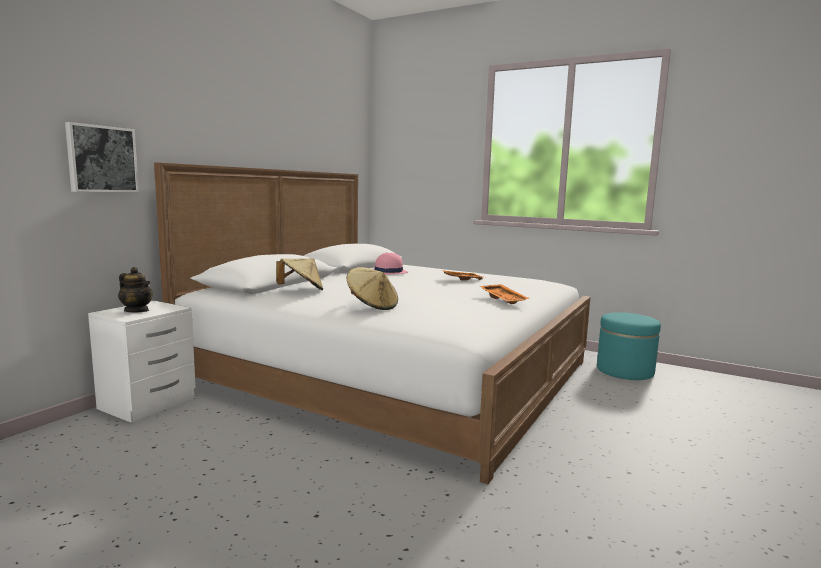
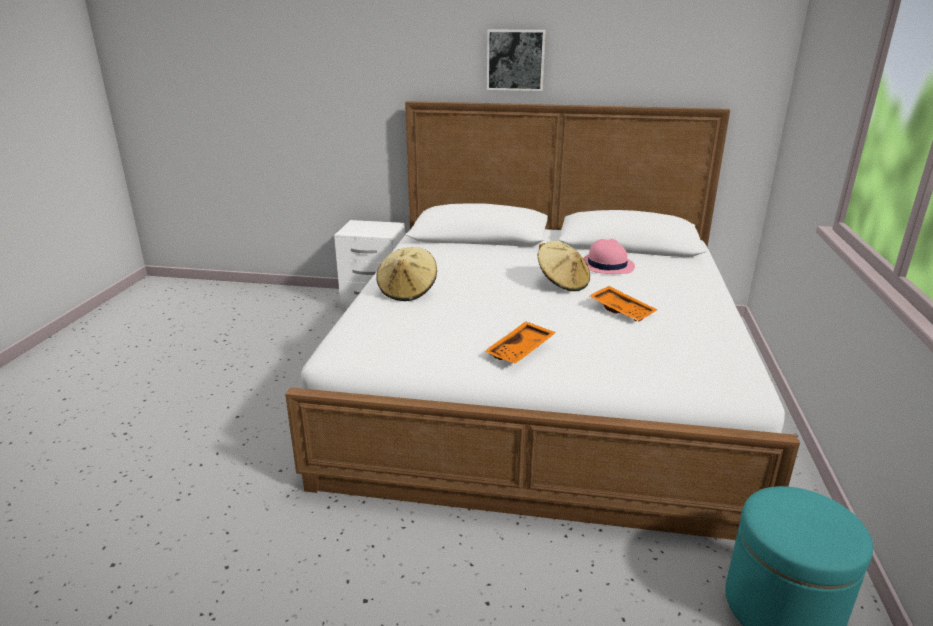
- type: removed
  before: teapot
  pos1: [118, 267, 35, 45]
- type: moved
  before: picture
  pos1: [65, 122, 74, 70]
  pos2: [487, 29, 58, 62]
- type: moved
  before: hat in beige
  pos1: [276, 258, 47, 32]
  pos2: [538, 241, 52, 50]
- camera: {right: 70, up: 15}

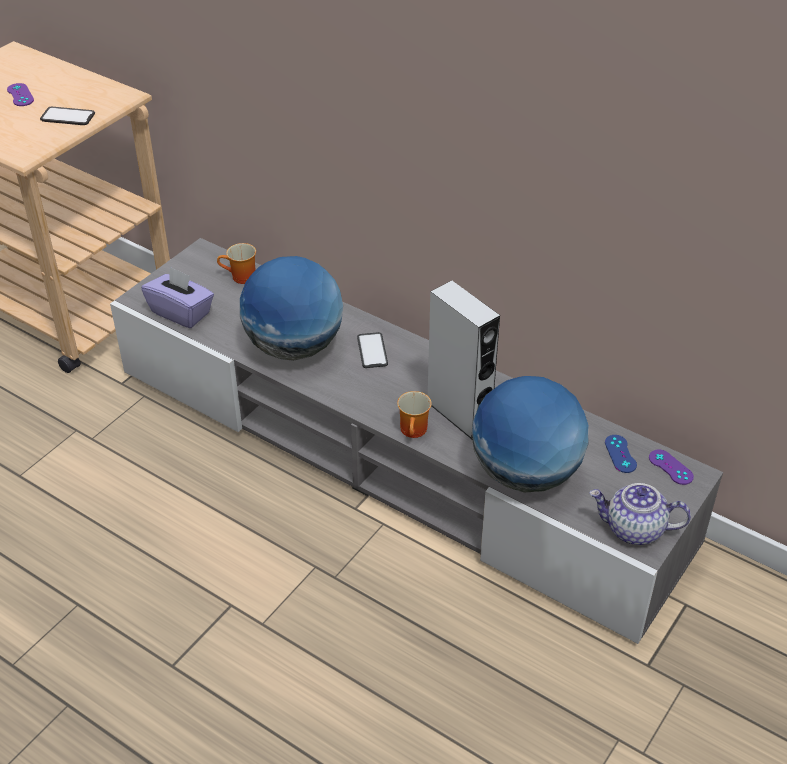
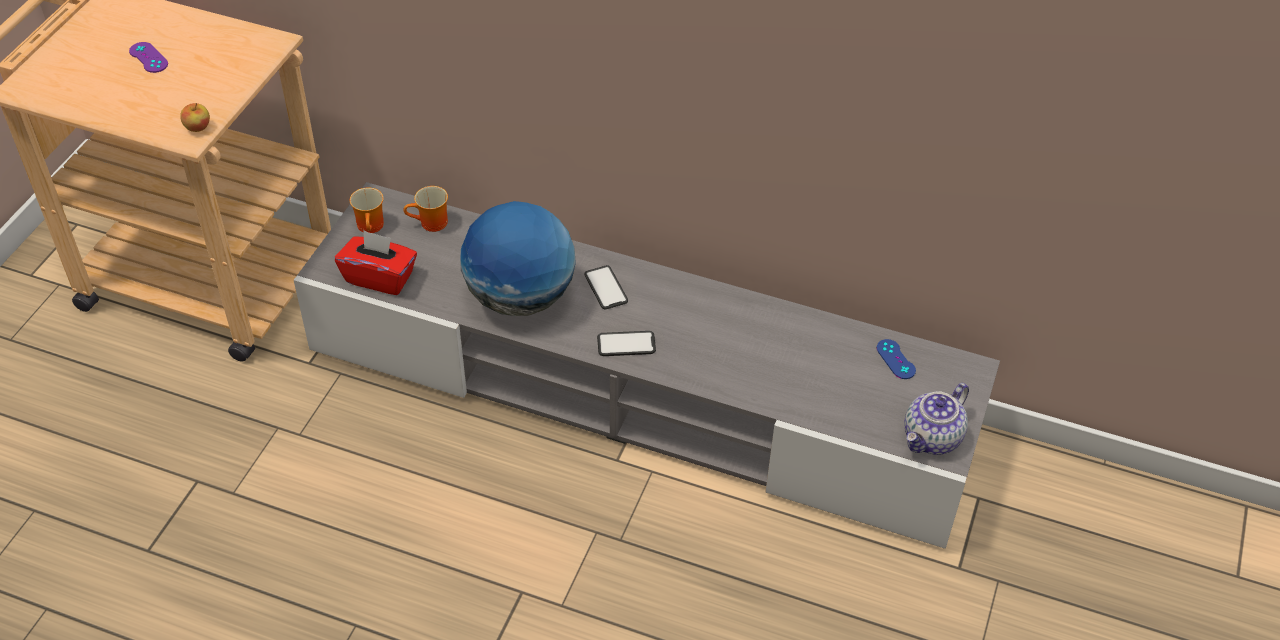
- type: removed
  before: speaker in grey
  pos1: [428, 280, 72, 159]
- type: removed
  before: globe
  pos1: [472, 376, 117, 117]
- type: removed
  before: game controller in purple
  pos1: [649, 450, 45, 35]
- type: added
  after: apple
  pos2: [180, 103, 30, 29]
- type: moved
  before: phone
  pos1: [40, 107, 55, 18]
  pos2: [597, 331, 59, 25]
- type: moved
  before: mug
  pos1: [397, 391, 35, 47]
  pos2: [350, 188, 34, 45]
- type: recoloured
  before: tissue box in purple
  after: tissue box in red
  pos1: [141, 266, 73, 62]
  pos2: [335, 230, 82, 65]
- type: turned
  before: teapot
  pos1: [589, 483, 102, 62]
  pos2: [904, 383, 65, 72]
  turn: -45
- camera: {right: -15, up: 5}

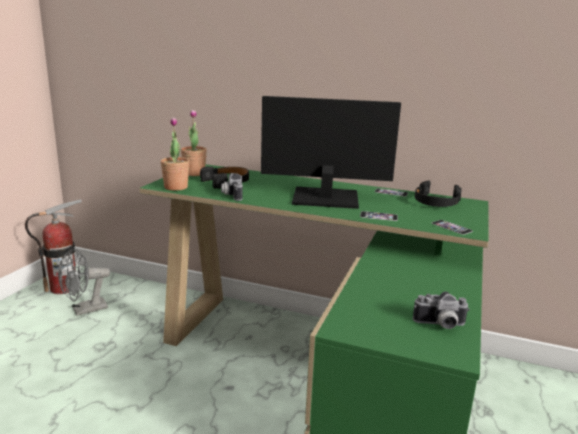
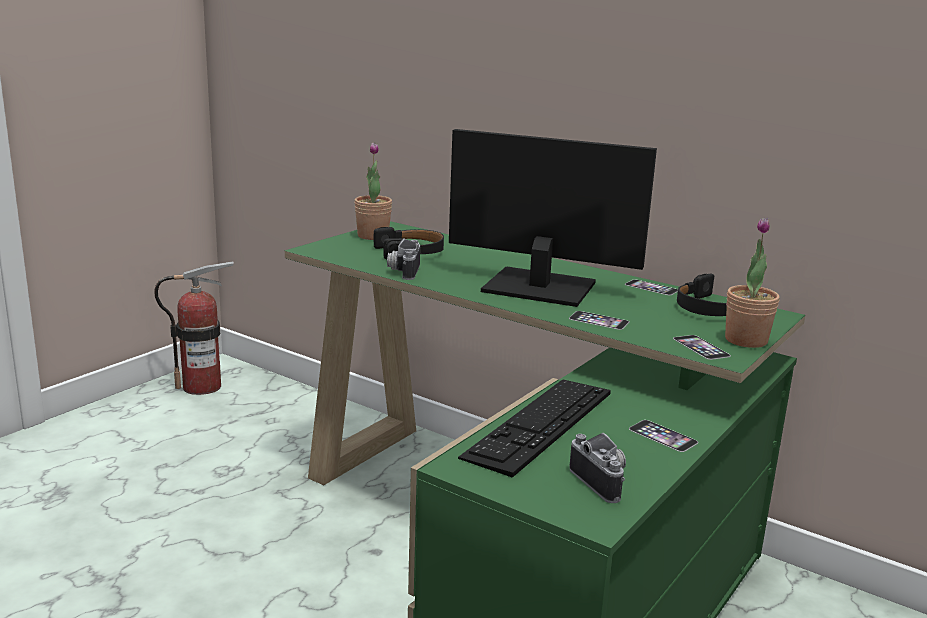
- type: removed
  before: fan in grey
  pos1: [58, 247, 52, 69]
- type: added
  after: keyboard
  pos2: [458, 379, 153, 99]
- type: added
  after: phone
  pos2: [629, 420, 69, 32]
- type: moved
  before: potted plant
  pos1: [161, 117, 28, 74]
  pos2: [725, 218, 55, 130]
- type: turned
  before: photo camera
  pos1: [413, 292, 57, 37]
  pos2: [569, 433, 57, 70]
  turn: -135
- camera: {right: 15, up: 0}

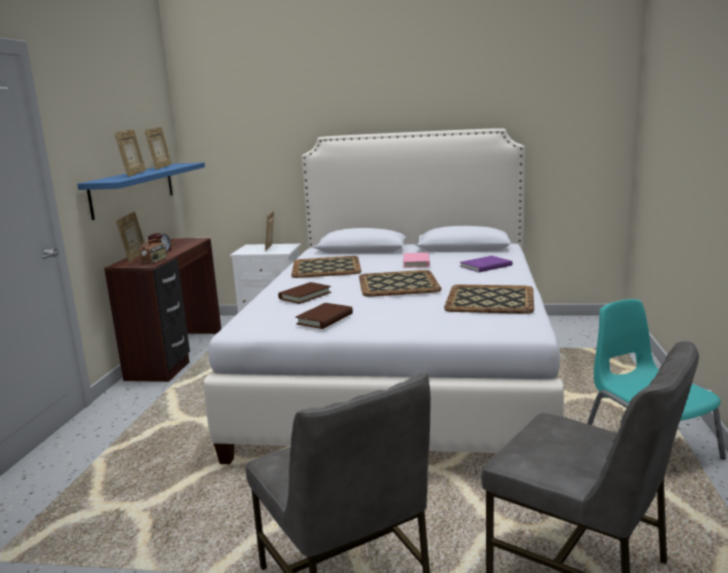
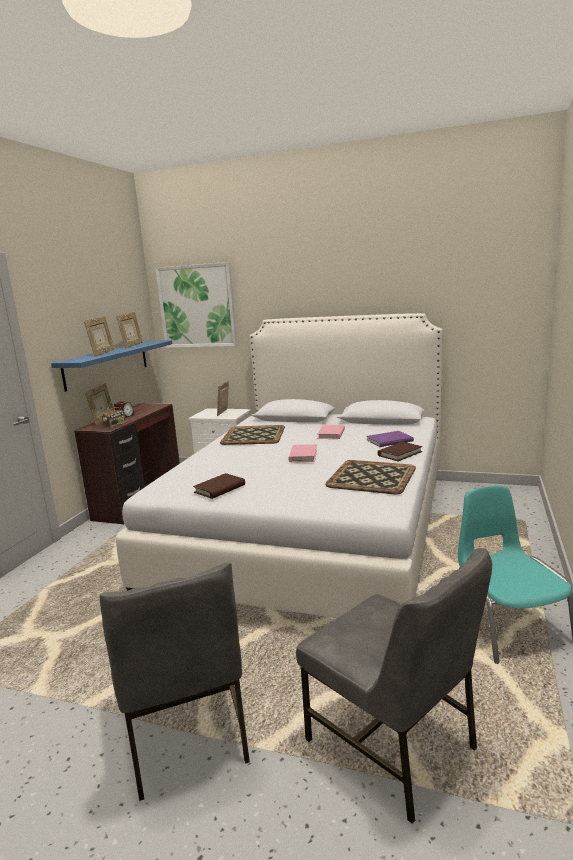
- type: added
  after: picture
  pos2: [155, 262, 82, 86]
- type: moved
  before: book in brown
  pos1: [278, 282, 53, 22]
  pos2: [378, 442, 44, 19]
- type: replaced
  before: tray
  after: book in pink
  pos1: [359, 270, 83, 27]
  pos2: [288, 444, 29, 18]
- camera: {right: 10, up: 0}

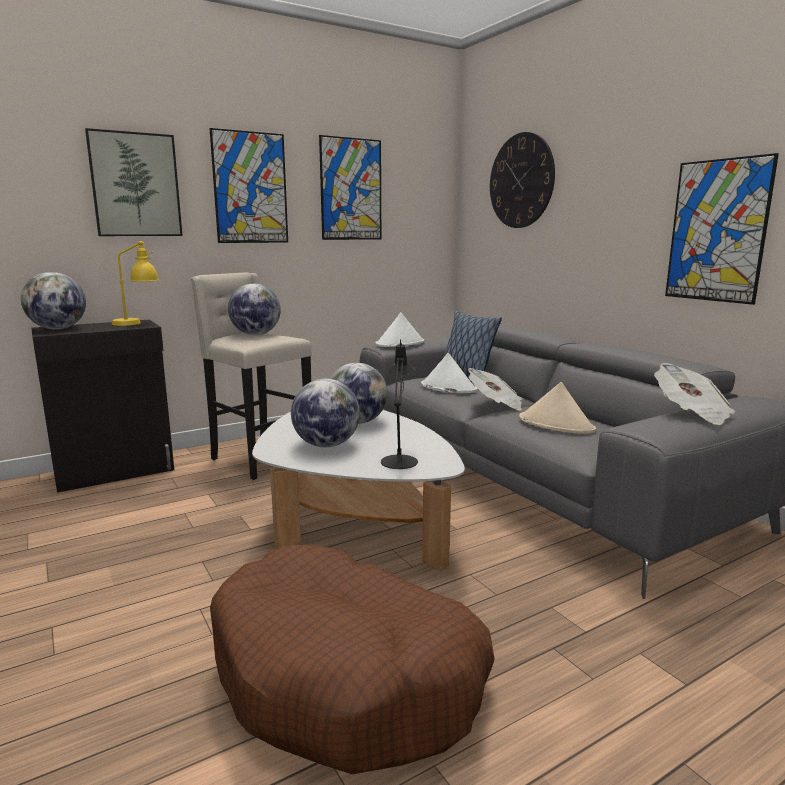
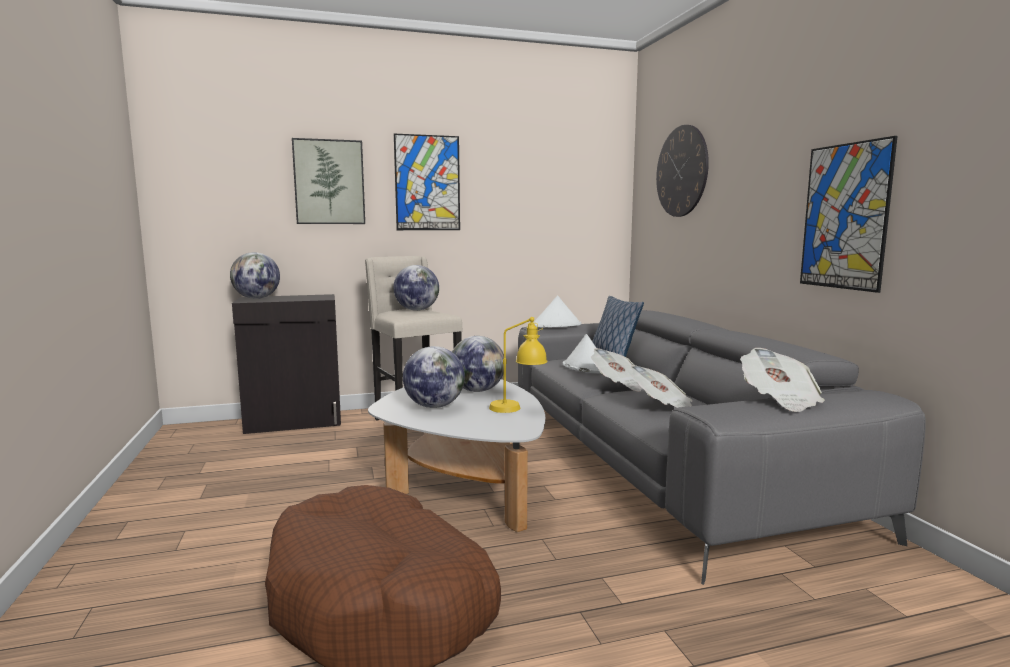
- type: removed
  before: picture
  pos1: [319, 135, 62, 105]
- type: removed
  before: table lamp in black
  pos1: [381, 339, 37, 130]
- type: moved
  before: table lamp in yellow
  pos1: [112, 241, 47, 85]
  pos2: [489, 317, 58, 96]
- type: replaced
  before: hat in beige
  after: newspaper
  pos1: [519, 382, 77, 52]
  pos2: [631, 365, 61, 43]
- camera: {right: 15, up: -5}

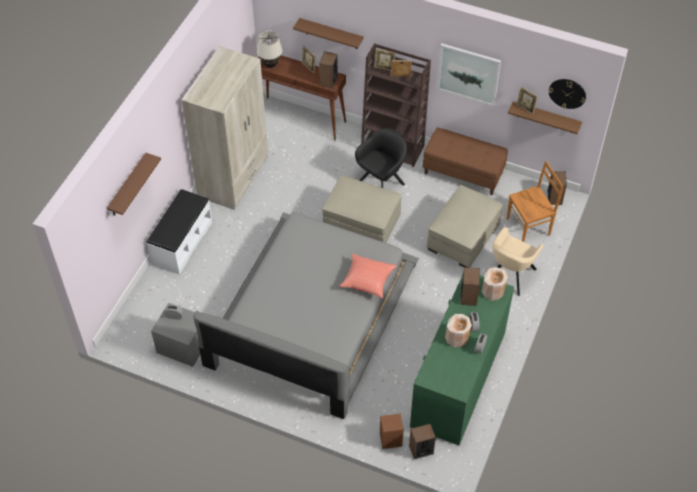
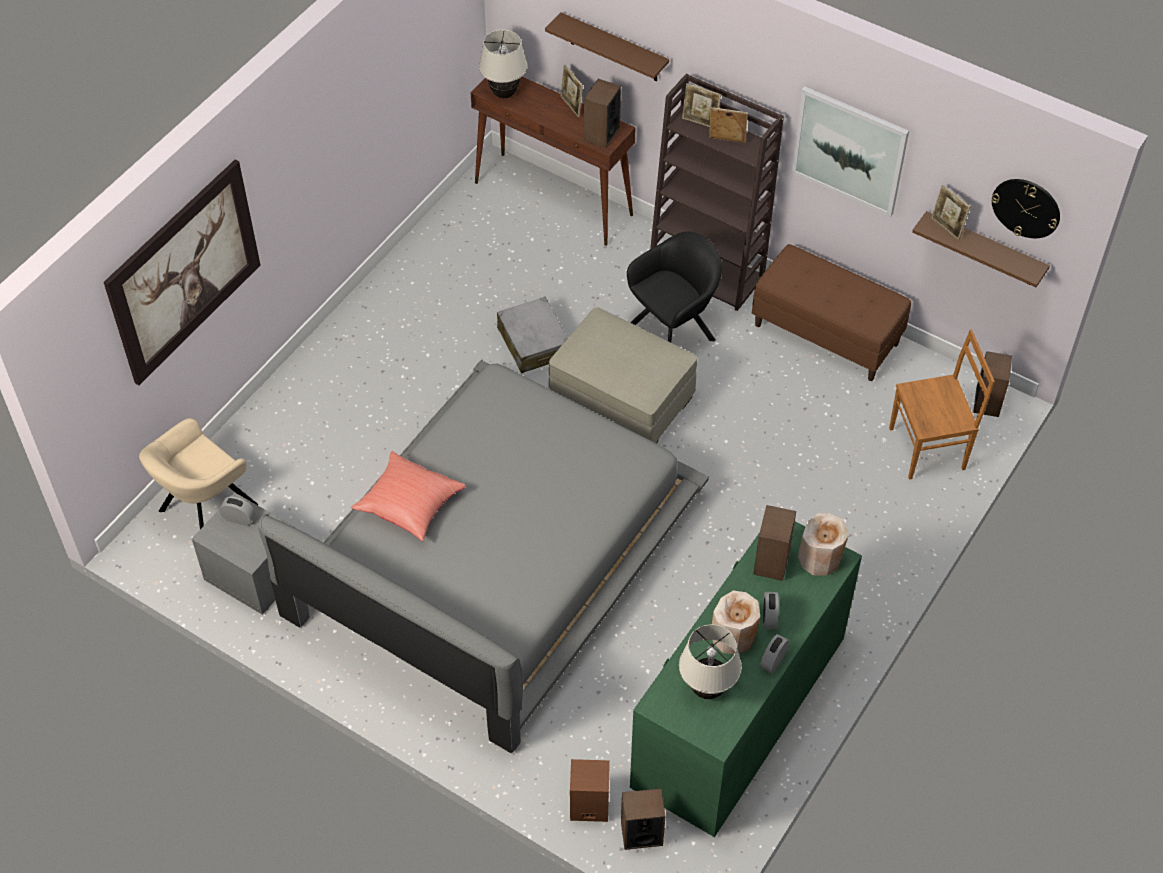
- type: removed
  before: bench in white
  pos1: [146, 189, 66, 86]
- type: removed
  before: wardrobe in beige
  pos1: [181, 46, 87, 164]
- type: removed
  before: ottoman in beige
  pos1: [427, 185, 76, 83]
- type: added
  after: suitcase in grey
  pos2: [497, 297, 70, 76]
- type: added
  after: table lamp in beige
  pos2: [679, 624, 63, 75]
- type: moved
  before: pillow in red
  pos1: [339, 253, 58, 45]
  pos2: [351, 451, 115, 90]
- type: moved
  before: armchair in beige
  pos1: [492, 227, 52, 69]
  pos2: [139, 418, 119, 111]
- type: replaced
  before: shelf in brown
  after: picture
  pos1: [107, 153, 54, 63]
  pos2: [104, 160, 156, 225]
- camera: {right: 10, up: 0}

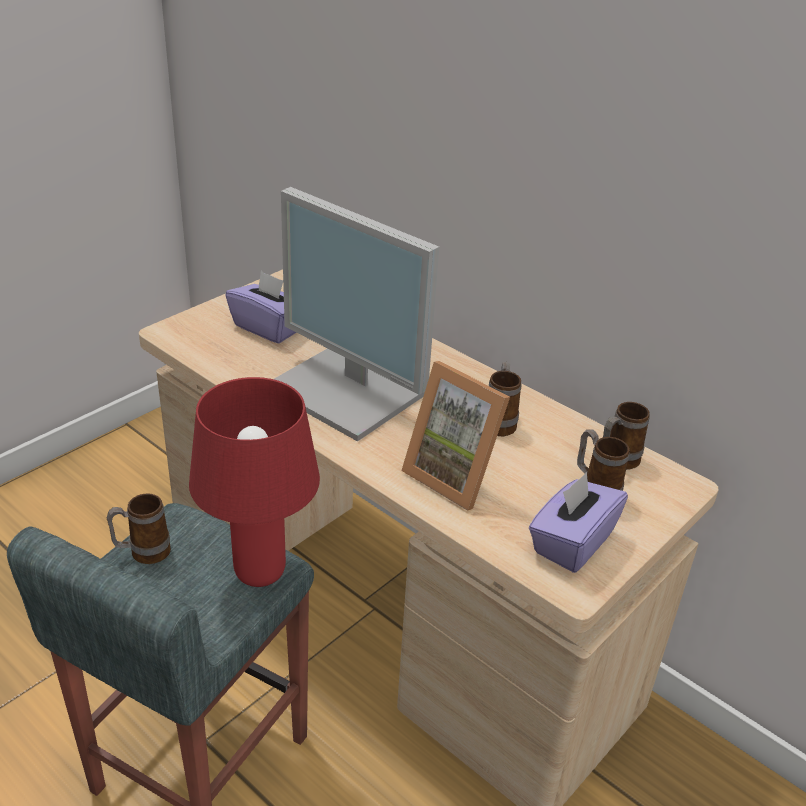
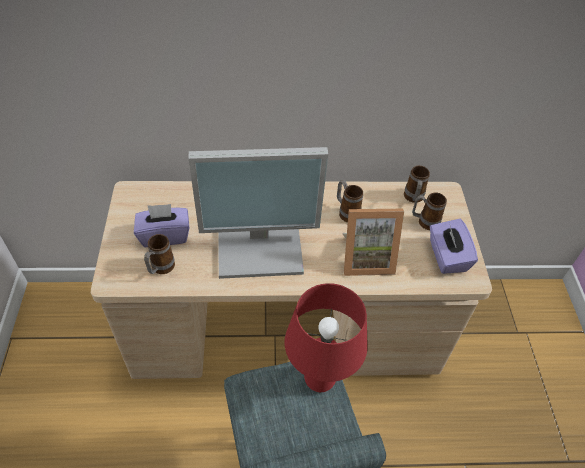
- type: moved
  before: mug
  pos1: [107, 493, 64, 71]
  pos2: [144, 234, 31, 40]
- camera: {right: -45, up: 15}

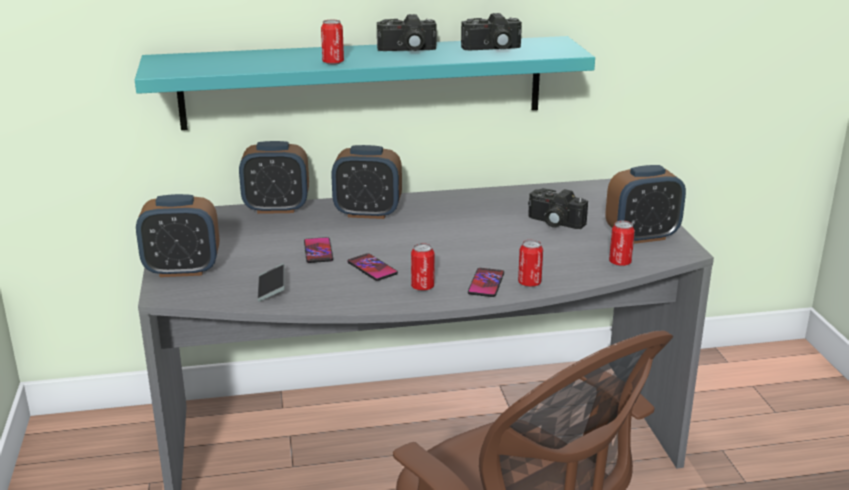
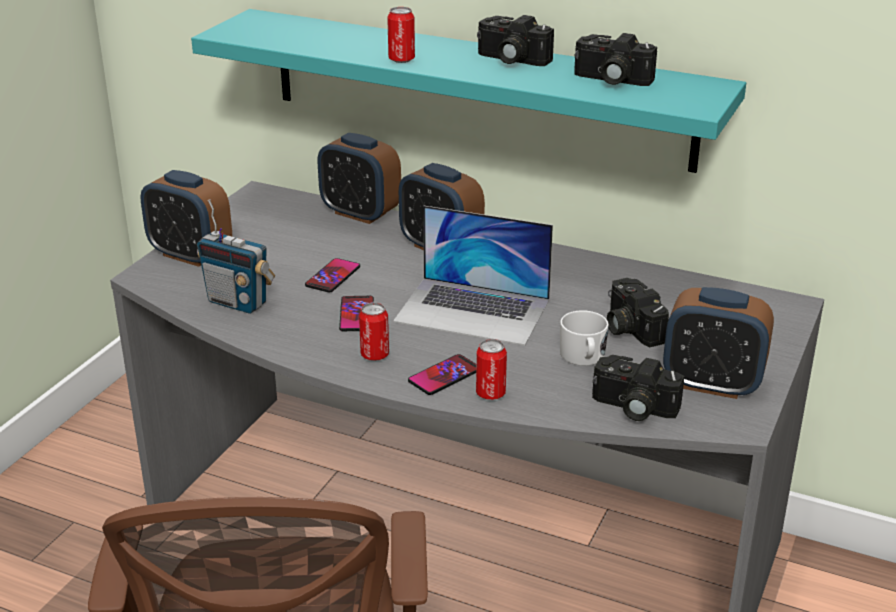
- type: added
  after: laptop
  pos2: [393, 205, 160, 141]
- type: added
  after: mug in white
  pos2: [560, 310, 49, 56]
- type: replaced
  before: phone
  after: radio
  pos1: [257, 263, 28, 39]
  pos2: [197, 199, 78, 115]
- type: replaced
  before: can
  after: photo camera
  pos1: [609, 221, 26, 45]
  pos2: [592, 355, 92, 66]
- camera: {right: 35, up: 5}

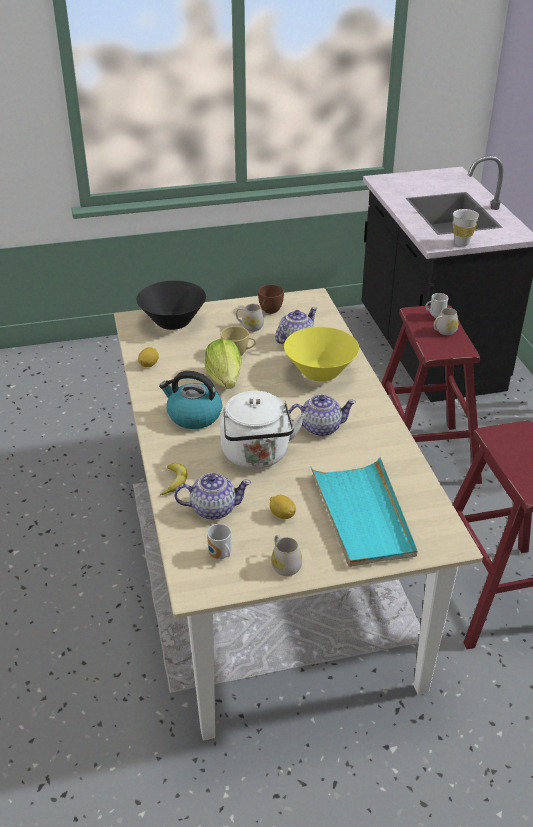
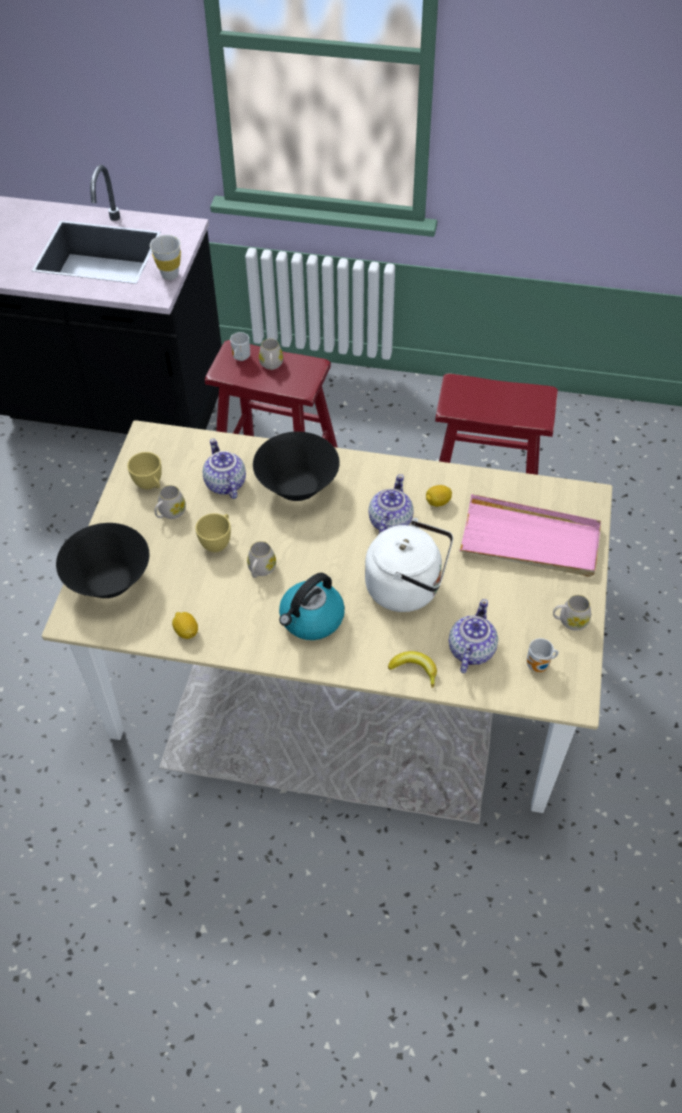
- type: moved
  before: lemon
  pos1: [270, 495, 26, 24]
  pos2: [426, 485, 26, 22]
- type: replaced
  before: lettuce
  after: mug in white
  pos1: [205, 338, 37, 51]
  pos2: [247, 541, 29, 37]
- type: recoloured
  before: cup in brown
  after: cup in yellow
  pos1: [258, 284, 26, 30]
  pos2: [127, 452, 35, 38]
- type: recoloured
  before: bowl in yellow
  after: bowl in black
  pos1: [284, 327, 75, 55]
  pos2: [253, 432, 87, 69]
- type: recoloured
  before: tray in turquoise
  after: tray in pink
  pos1: [310, 457, 107, 110]
  pos2: [460, 494, 141, 83]
- camera: {right: -65, up: 15}

